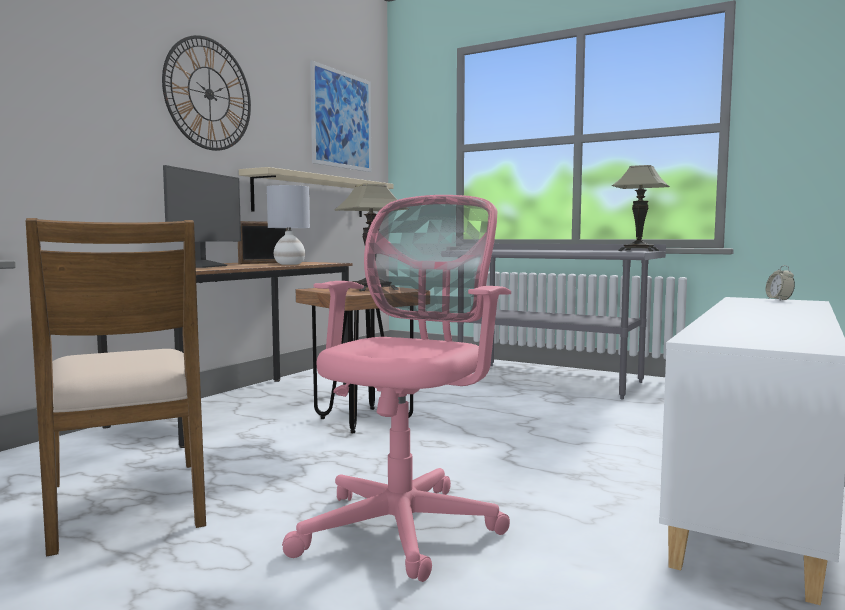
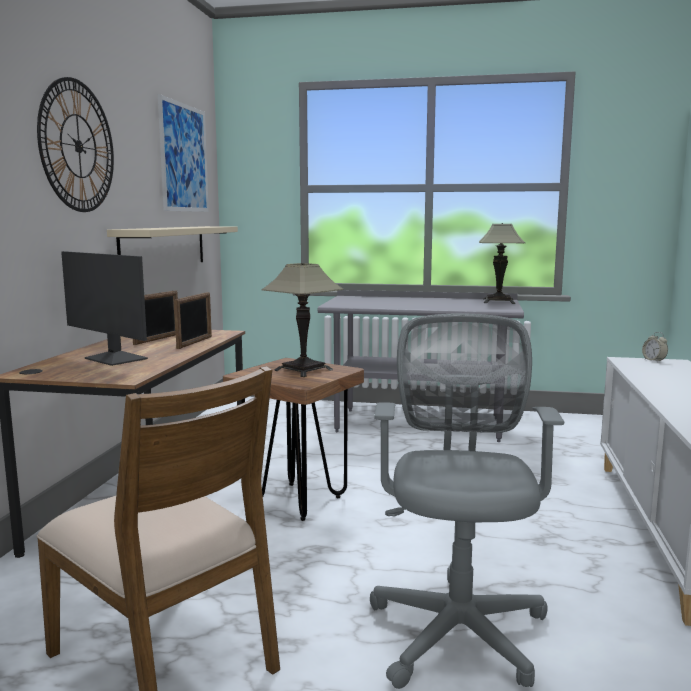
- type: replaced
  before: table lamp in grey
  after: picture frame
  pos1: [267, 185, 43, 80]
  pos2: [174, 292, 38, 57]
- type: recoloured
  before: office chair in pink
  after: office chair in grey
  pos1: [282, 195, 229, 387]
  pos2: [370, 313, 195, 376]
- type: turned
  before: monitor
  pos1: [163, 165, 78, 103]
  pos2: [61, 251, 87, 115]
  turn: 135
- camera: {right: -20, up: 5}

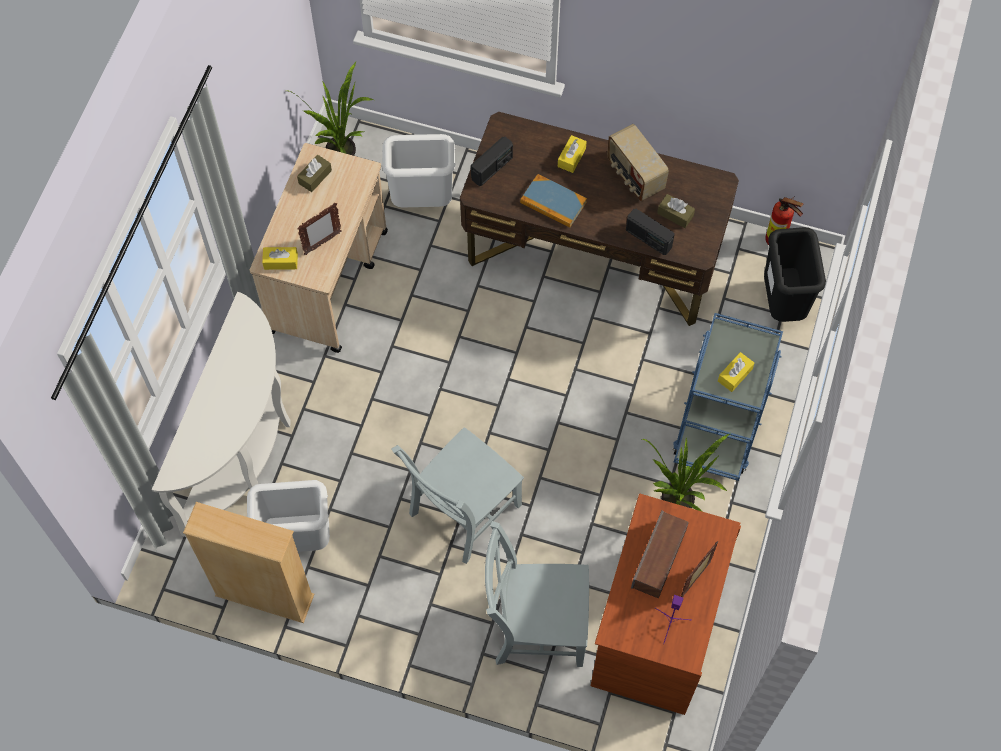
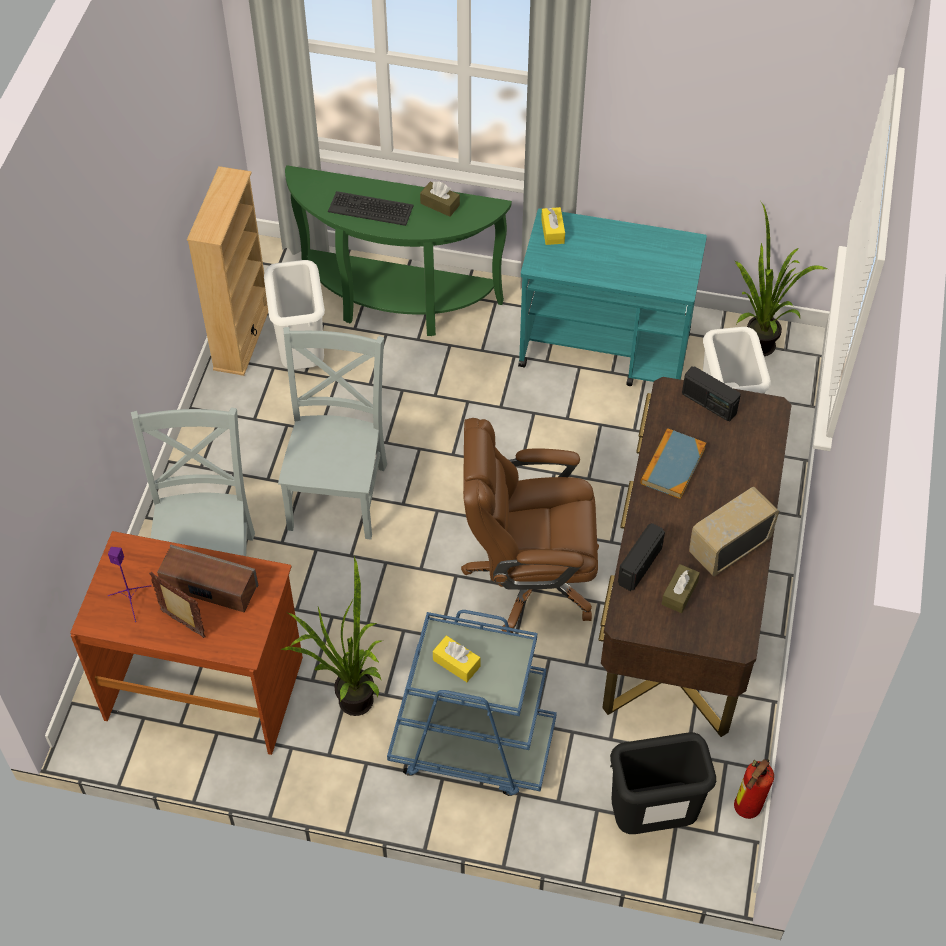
- type: removed
  before: picture frame
  pos1: [297, 203, 44, 52]
- type: removed
  before: tissue box in yellow
  pos1: [558, 135, 29, 38]
- type: added
  after: keyboard
  pos2: [328, 191, 86, 35]
- type: added
  after: office chair in brown
  pos2: [461, 418, 138, 215]
- type: moved
  before: tissue box in brown
  pos1: [297, 155, 35, 37]
  pos2: [420, 182, 40, 35]
- type: recoloured
  before: console table in white
  after: console table in green
  pos1: [152, 292, 139, 245]
  pos2: [285, 165, 227, 171]
- type: recoloured
  before: cart in beige
  after: cart in turquoise
  pos1: [250, 143, 138, 210]
  pos2: [518, 208, 189, 178]
- type: turned
  before: chair in grey
  pos1: [391, 427, 133, 137]
  pos2: [278, 327, 109, 213]
  turn: 60
- camera: {right: 85, up: -10}

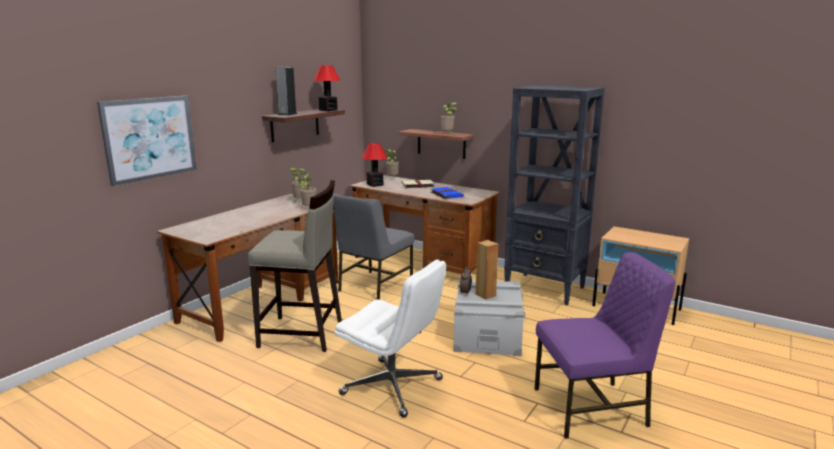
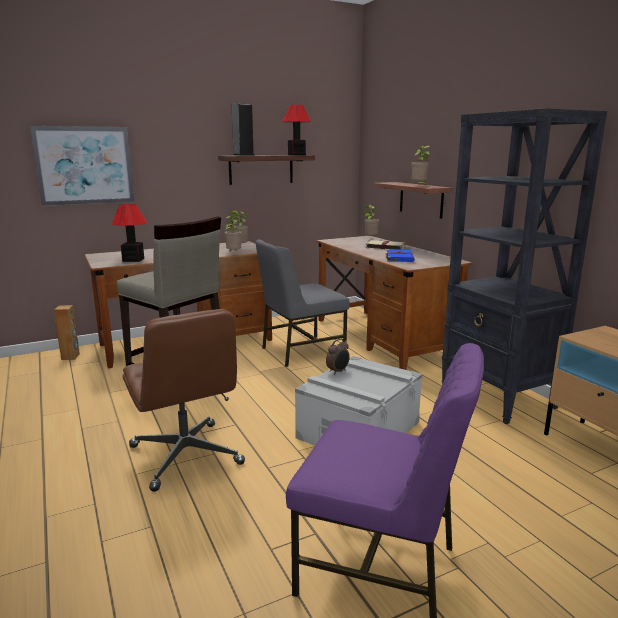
- type: moved
  before: table lamp
  pos1: [362, 143, 25, 44]
  pos2: [112, 204, 36, 58]
- type: moved
  before: speaker in brown
  pos1: [475, 240, 23, 59]
  pos2: [54, 305, 26, 55]
- type: recoloured
  before: office chair in white
  after: office chair in brown
  pos1: [335, 260, 111, 158]
  pos2: [123, 309, 122, 183]
- camera: {right: 30, up: 0}

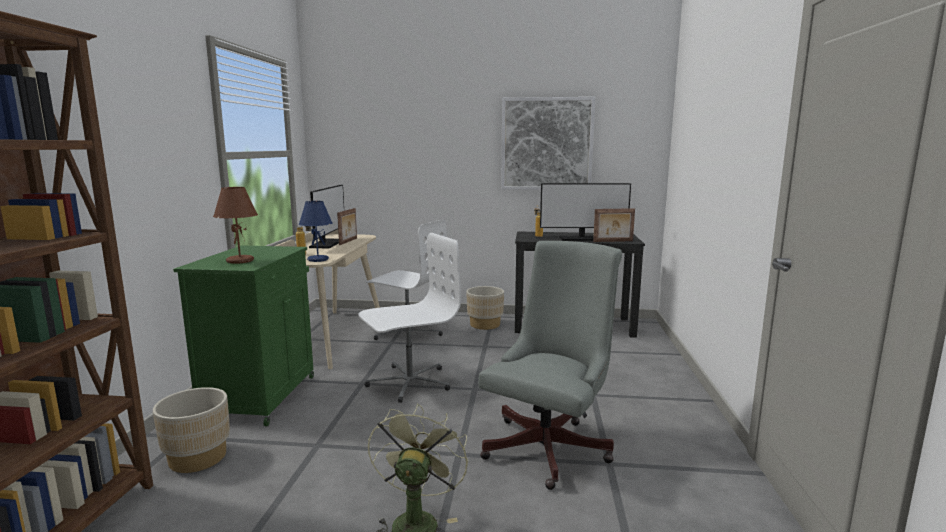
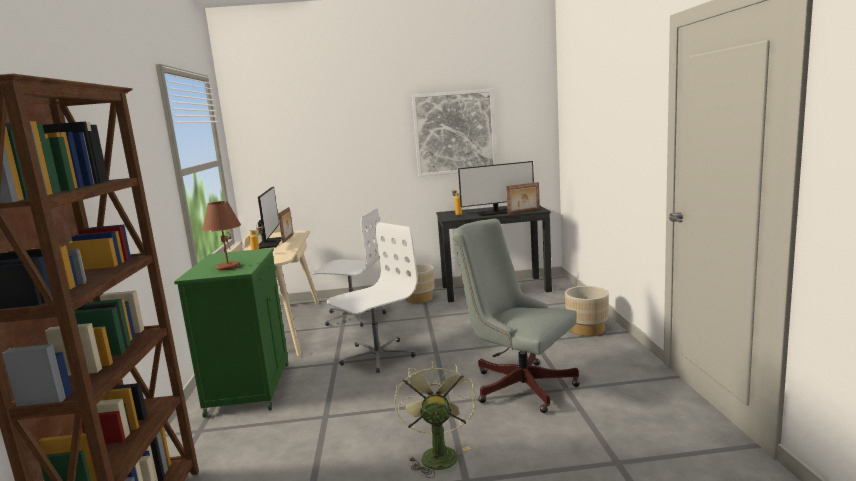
- type: removed
  before: table lamp in blue
  pos1: [299, 201, 33, 61]
- type: moved
  before: planter in beige
  pos1: [153, 387, 77, 86]
  pos2: [565, 286, 44, 50]
- type: turned
  before: office chair in grey
  pos1: [478, 241, 144, 249]
  pos2: [453, 219, 127, 194]
  turn: -75
- camera: {right: -10, up: 0}

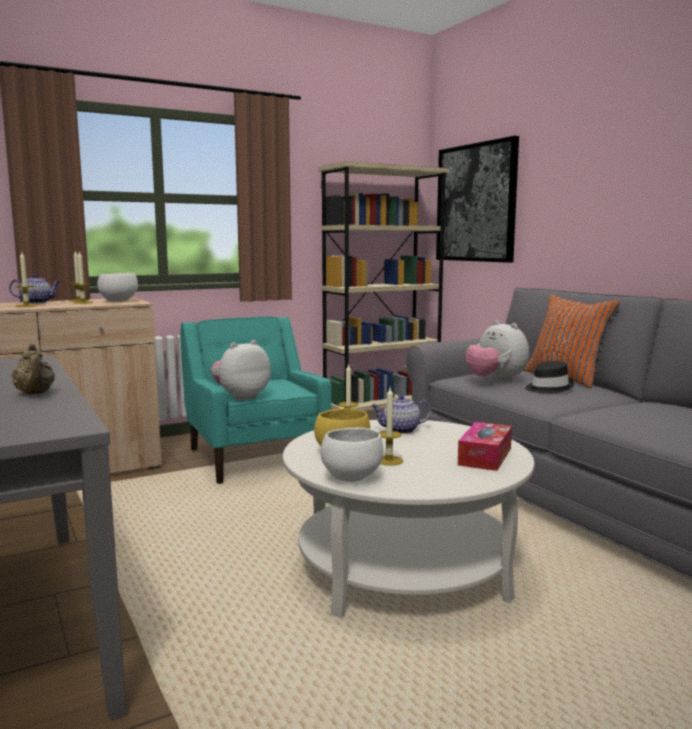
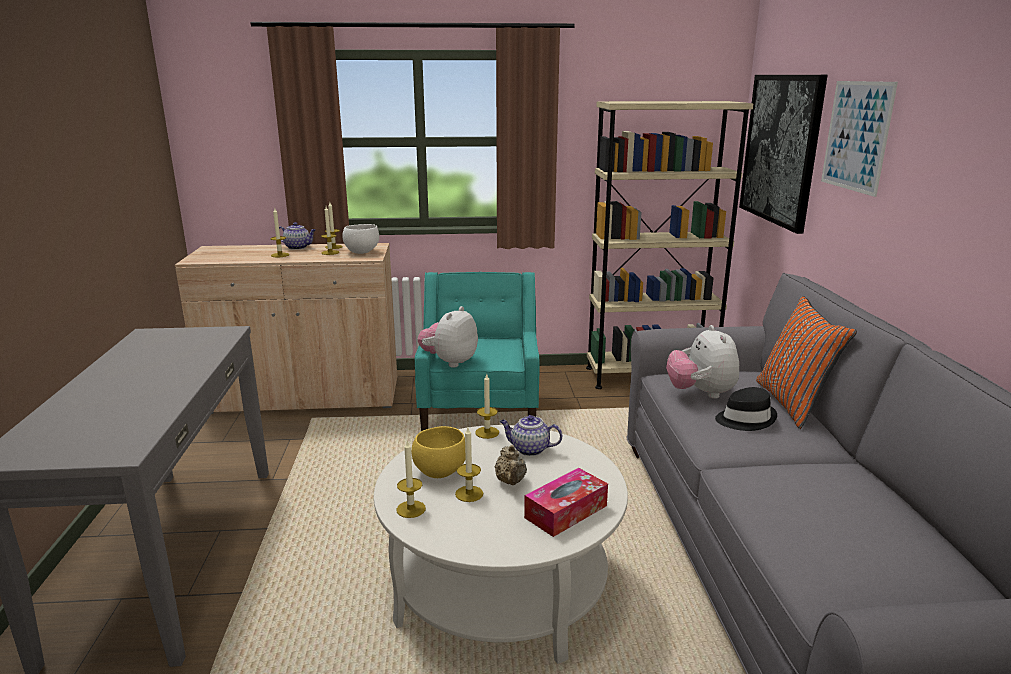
- type: added
  after: picture
  pos2: [821, 81, 77, 116]
- type: moved
  before: teapot in beige
  pos1: [11, 344, 44, 50]
  pos2: [495, 445, 32, 40]
- type: replaced
  before: bowl in white
  after: candle
  pos1: [321, 427, 62, 55]
  pos2: [396, 441, 30, 77]
- type: turned
  before: plush toy
  pos1: [211, 340, 60, 61]
  pos2: [418, 306, 60, 62]
  turn: -45
- camera: {right: 25, up: 10}

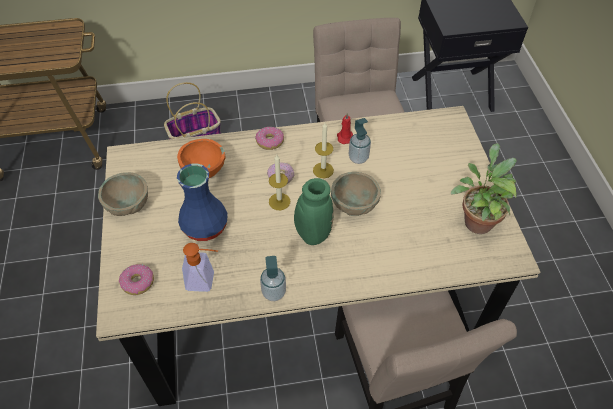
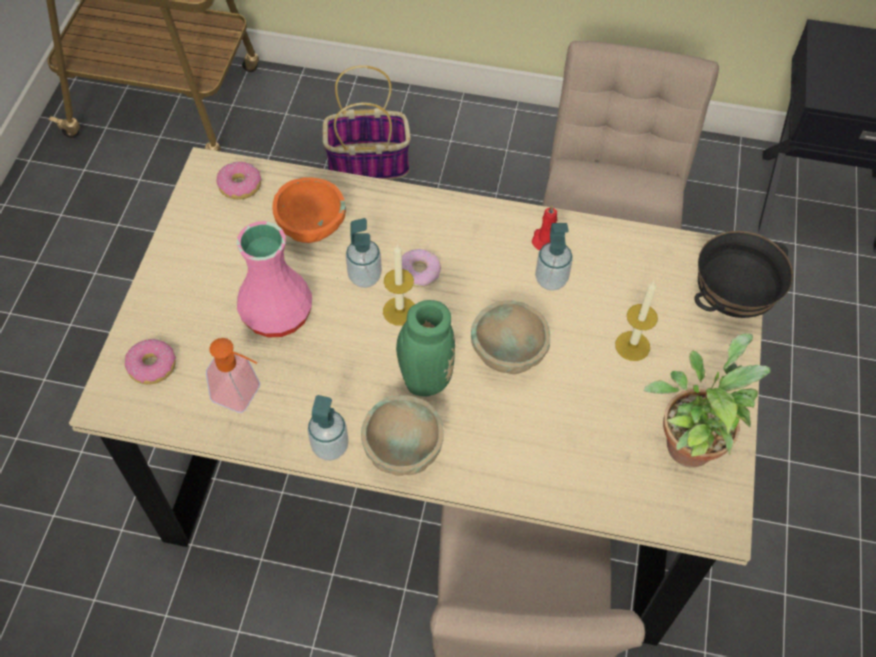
- type: added
  after: soap dispenser
  pos2: [346, 218, 36, 70]
- type: added
  after: bowl in black
  pos2: [694, 231, 99, 87]
- type: moved
  before: bowl in beige
  pos1: [98, 172, 50, 44]
  pos2: [361, 395, 83, 81]
- type: moved
  before: donut
  pos1: [255, 127, 29, 23]
  pos2: [216, 161, 46, 39]
- type: moved
  before: candle
  pos1: [313, 123, 21, 55]
  pos2: [615, 281, 43, 80]
- type: recoloured
  before: vase in blue
  after: vase in pink
  pos1: [177, 164, 51, 77]
  pos2: [237, 221, 75, 117]
- camera: {right: 20, up: 5}

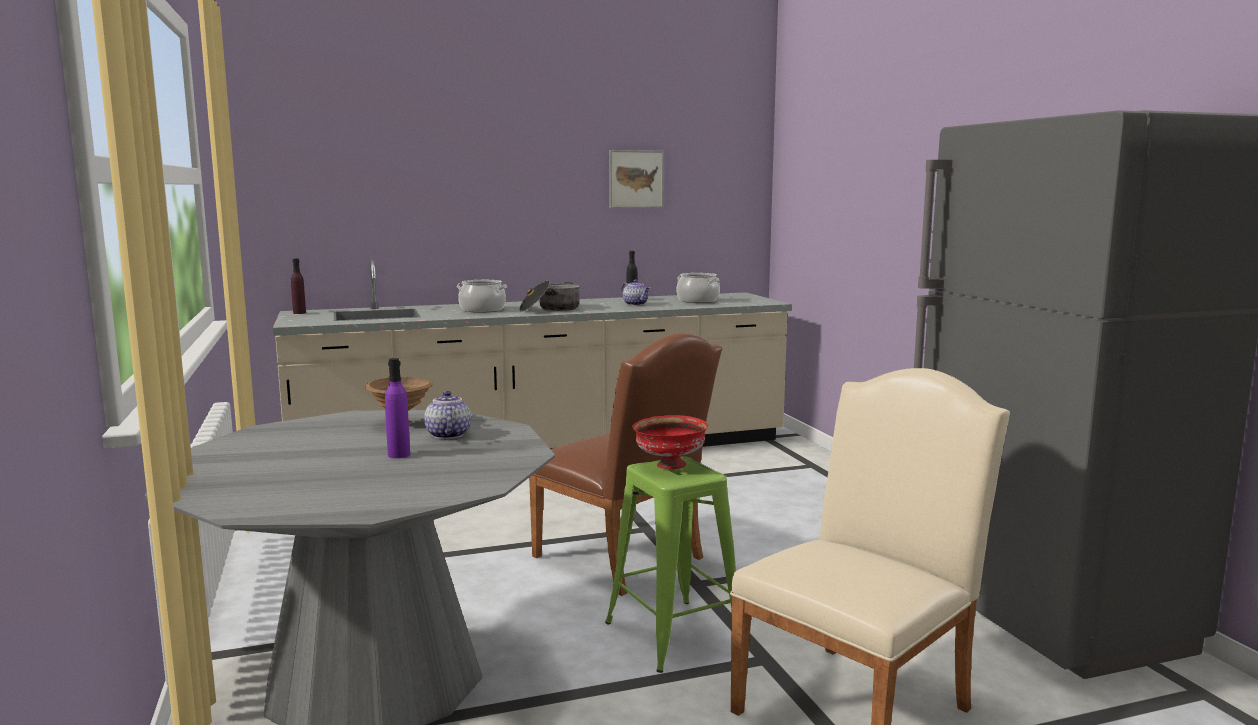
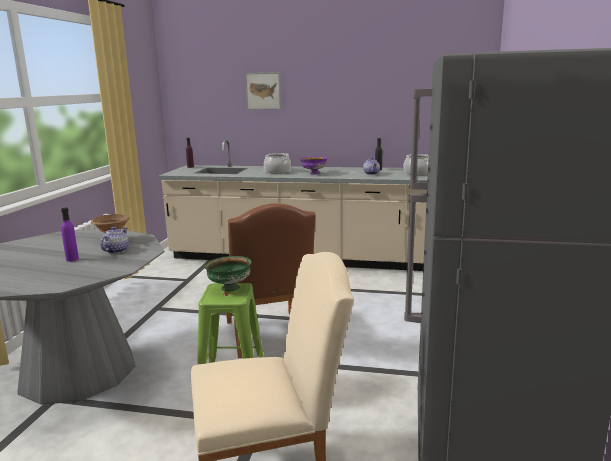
- type: moved
  before: picture
  pos1: [609, 150, 55, 58]
  pos2: [245, 72, 36, 37]
- type: replaced
  before: cooking pot
  after: bowl in purple
  pos1: [519, 280, 61, 32]
  pos2: [300, 156, 28, 18]
- type: recoloured
  before: bowl in red
  after: bowl in green
  pos1: [632, 415, 76, 54]
  pos2: [204, 256, 48, 35]
- camera: {right: 30, up: 5}

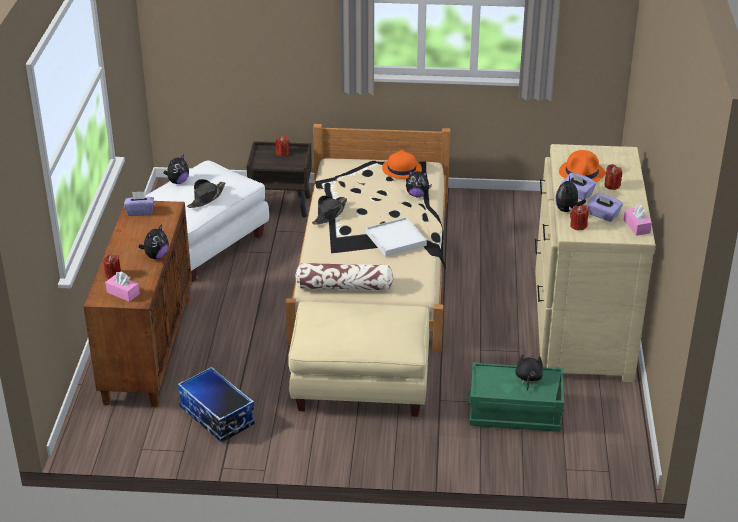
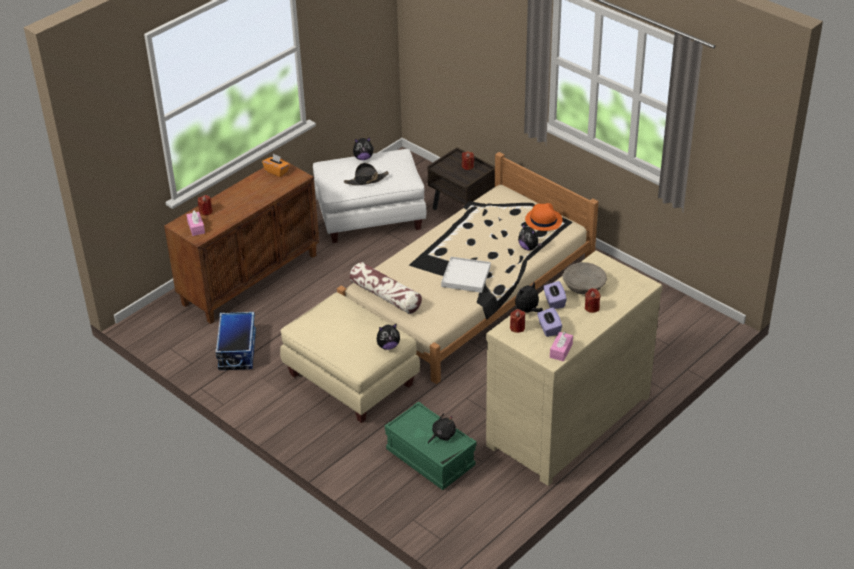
- type: removed
  before: hat in black
  pos1: [312, 195, 35, 30]
- type: moved
  before: plush toy
  pos1: [138, 224, 31, 35]
  pos2: [377, 324, 23, 26]
- type: replaced
  before: hat in orange
  after: bowl in beige
  pos1: [559, 150, 46, 32]
  pos2: [562, 262, 45, 33]
- type: recoloured
  before: tissue box in purple
  after: tissue box in orange
  pos1: [124, 191, 30, 25]
  pos2: [262, 154, 27, 23]
- camera: {right: 40, up: 5}

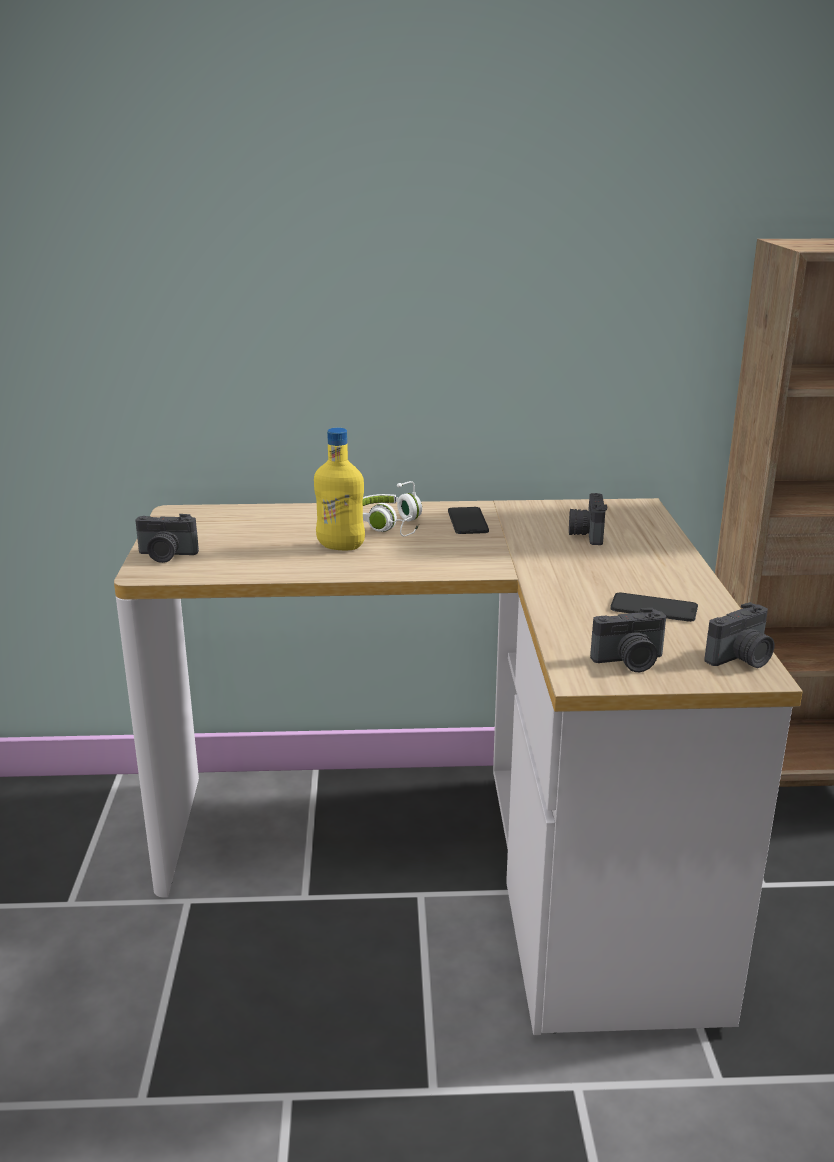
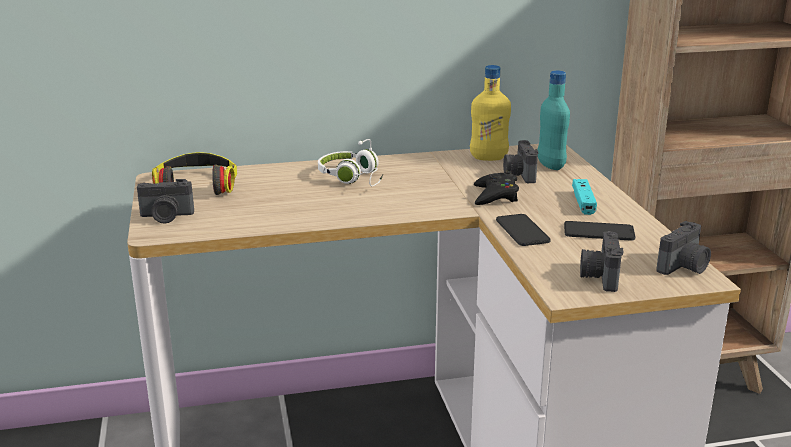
- type: added
  after: headphones
  pos2: [152, 152, 85, 43]
- type: added
  after: game controller in black
  pos2: [474, 171, 45, 34]
- type: added
  after: bottle in turquoise
  pos2: [537, 71, 33, 99]
- type: added
  after: game controller in turquoise
  pos2: [572, 179, 25, 36]
- type: moved
  before: bottle in yellow
  pos1: [314, 428, 51, 122]
  pos2: [470, 65, 41, 96]
- type: moved
  before: phone
  pos1: [448, 507, 41, 27]
  pos2: [496, 214, 55, 32]
- type: turned
  before: photo camera
  pos1: [590, 608, 76, 64]
  pos2: [580, 231, 44, 61]
  turn: 120
- camera: {right: -10, up: 0}

